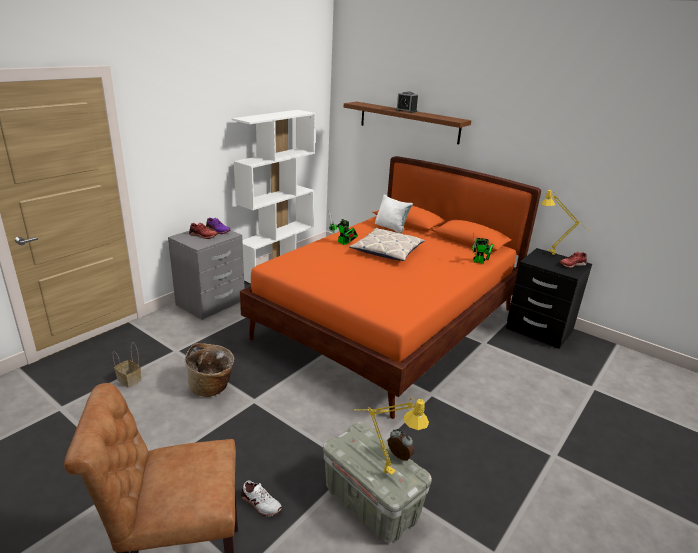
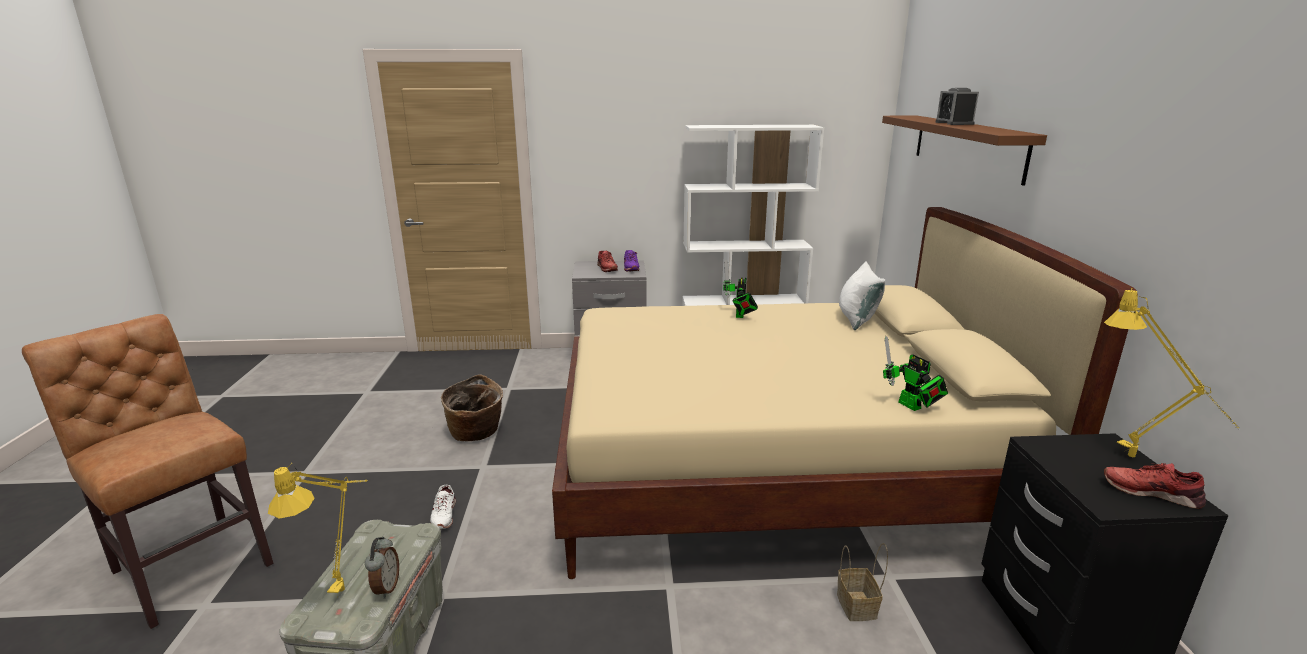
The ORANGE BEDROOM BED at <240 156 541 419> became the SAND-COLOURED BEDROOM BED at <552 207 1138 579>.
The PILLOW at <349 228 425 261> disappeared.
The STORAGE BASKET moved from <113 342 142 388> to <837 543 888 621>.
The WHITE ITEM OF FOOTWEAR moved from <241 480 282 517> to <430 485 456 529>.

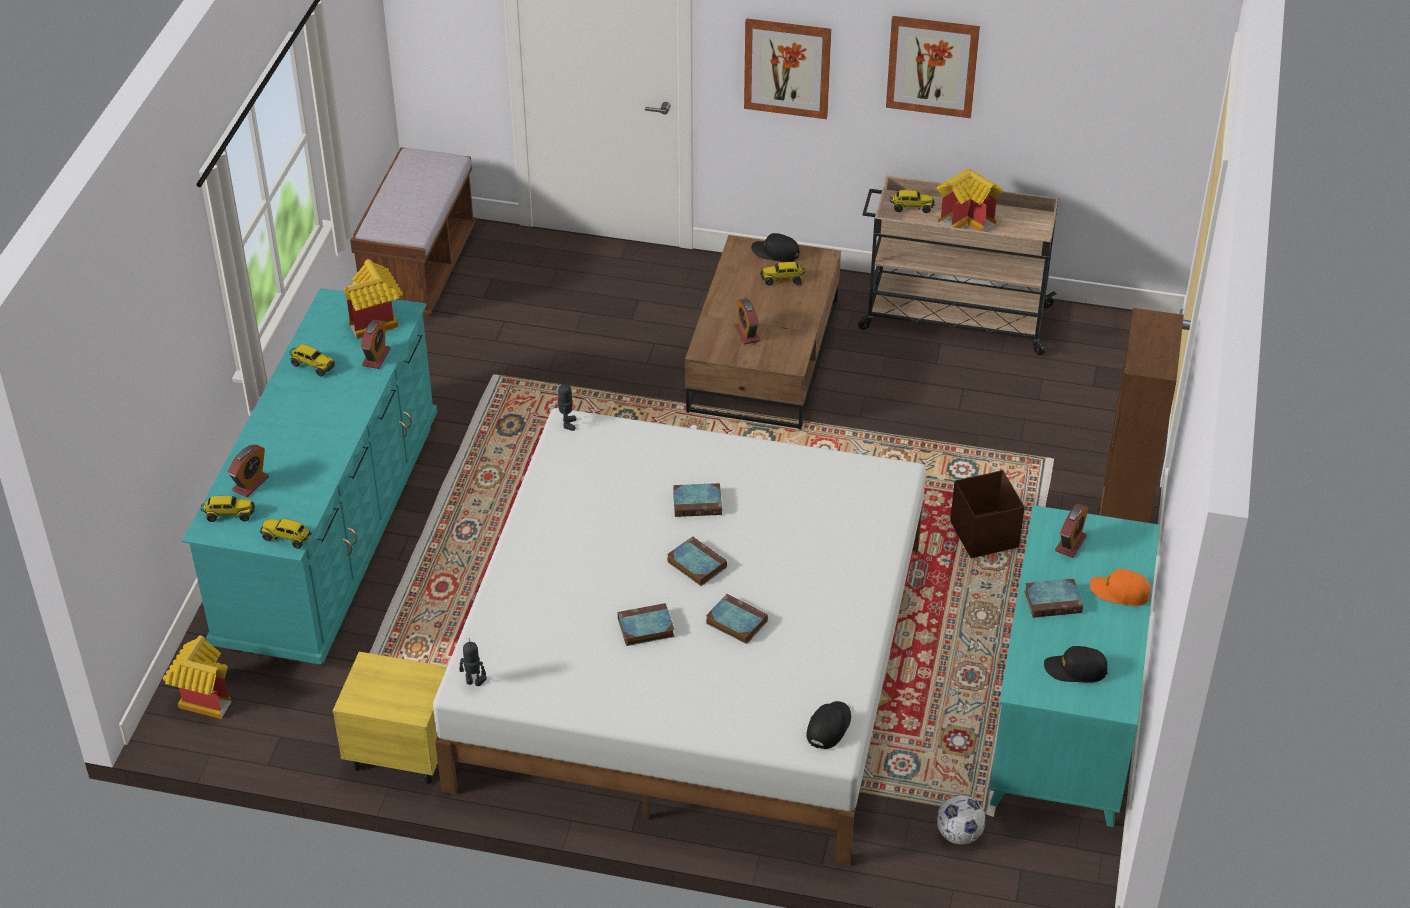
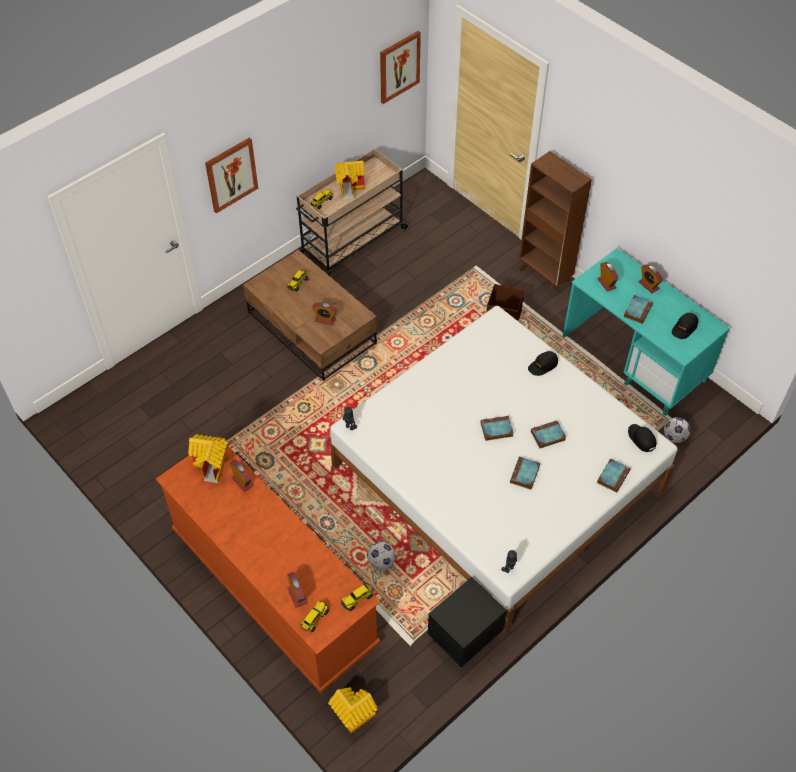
The WALL ART moved from <886 16 980 118> to <380 31 421 104>.
The BROWN INDOOR BENCH at <350 147 476 316> disappeared.
The BLACK PEAKED CAP moved from <751 233 799 262> to <528 351 558 376>.
The TURQUOISE DRESSER at <182 288 437 665> became the BROWN DRESSER at <156 436 380 693>.
The TOY LORRY at <289 344 335 377> disappeared.
The VOLUME moved from <673 483 722 517> to <597 458 631 493>.
The ORANGE PEAKED CAP at <1090 569 1151 606> was replaced by the BEDSIDE CLOCK at <639 264 663 293>.
The YELLOW NIGHT TABLE at <333 652 447 784> became the BLACK NIGHT TABLE at <428 577 507 667>.
The FOOTBALL BALL at <368 542 395 570> appeared.

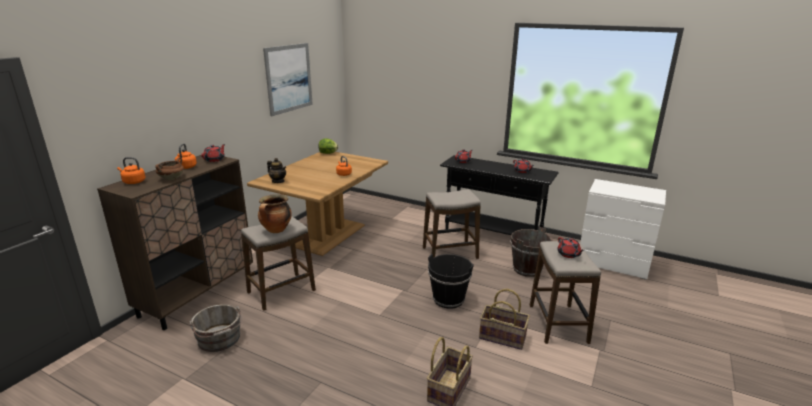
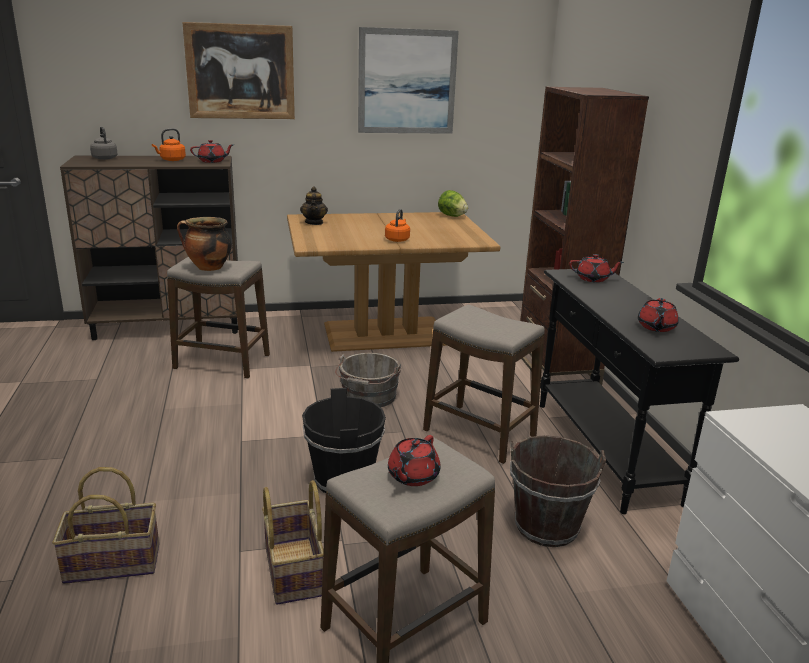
The ORANGE KETTLE at <117 157 146 184> became the GRAY KETTLE at <90 127 118 160>.
The BROWN SAUCEPOT at <155 157 184 180> disappeared.
The GRAY WATER BUCKET moved from <189 304 242 352> to <335 353 401 407>.
The WALL ART at <182 22 295 119> appeared.
The BROWN BOOKSHELF at <520 87 649 385> appeared.

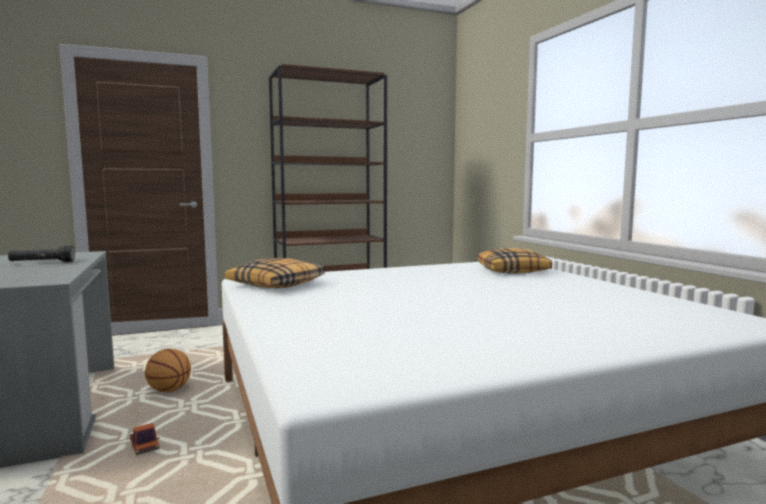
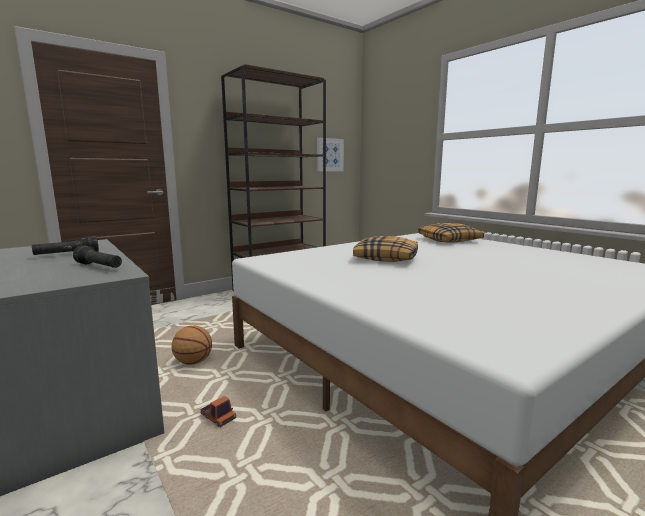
The PILLOW moved from <225 258 325 288> to <353 236 418 262>.
The WALL ART at <317 138 344 171> appeared.
The BLACK TORCH at <73 245 122 268> appeared.

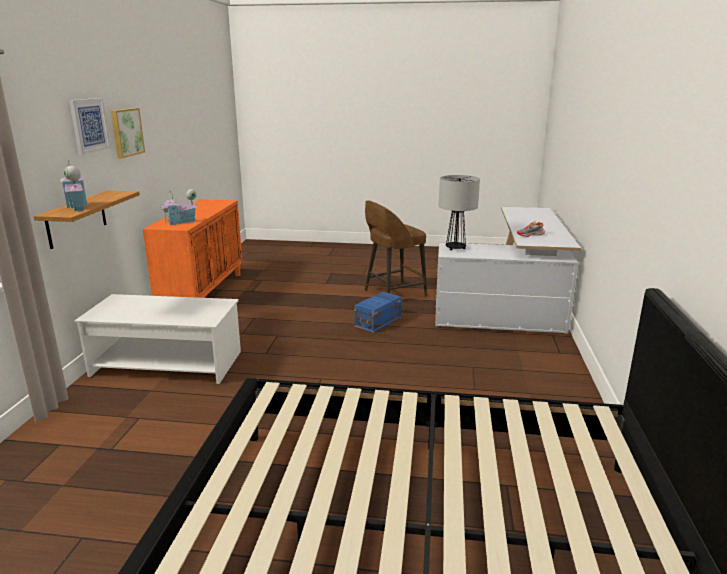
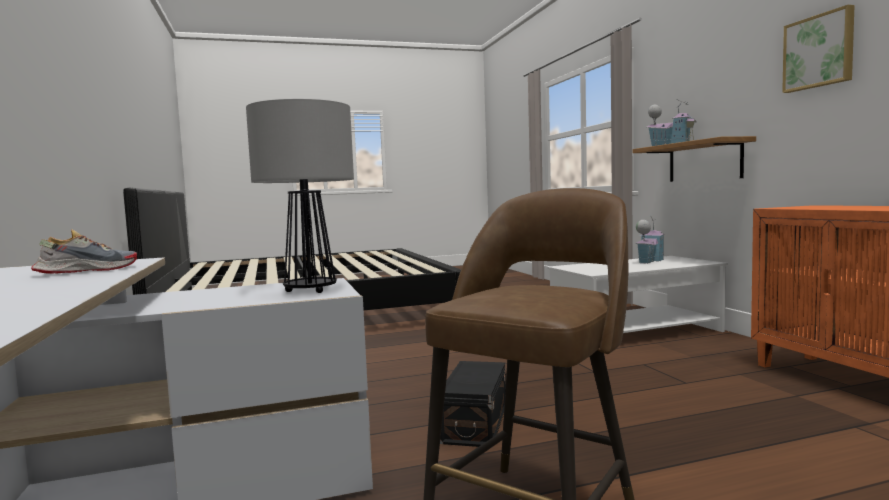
The WALL ART at <69 98 110 155> disappeared.
The TOY HOUSE moved from <161 189 198 225> to <636 217 665 264>.
The BLUISH STORAGE BIN at <355 292 402 333> became the BLACK STORAGE BIN at <440 361 506 448>.

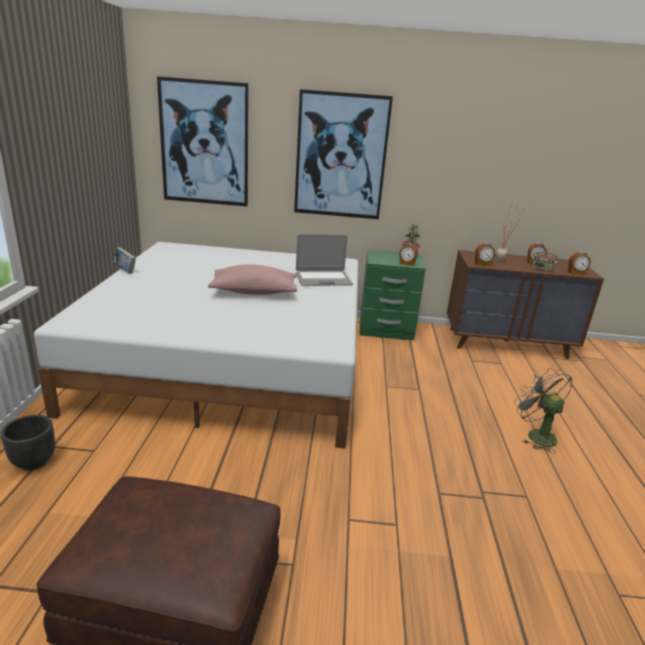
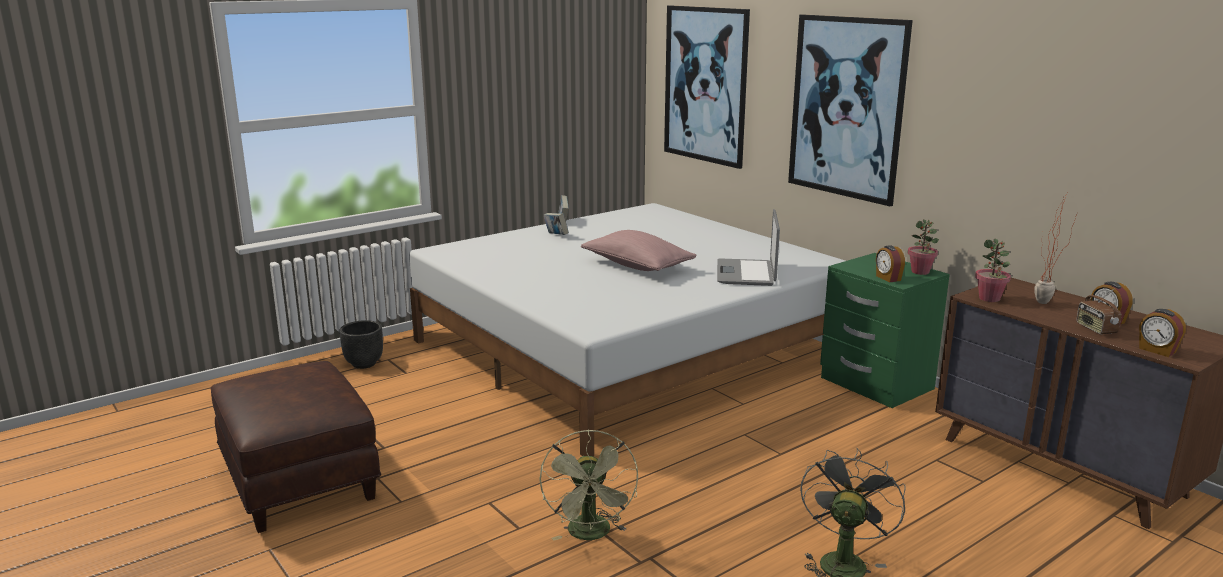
The NOTEBOOK COMPUTER at <296 234 353 286> turned 60 degrees clockwise.
The BEDSIDE CLOCK at <475 243 495 266> was replaced by the PLANT IN A POT at <975 238 1011 302>.
The VOLUME at <544 213 569 235> appeared.
The GREEN COOLING FAN at <539 429 638 541> appeared.

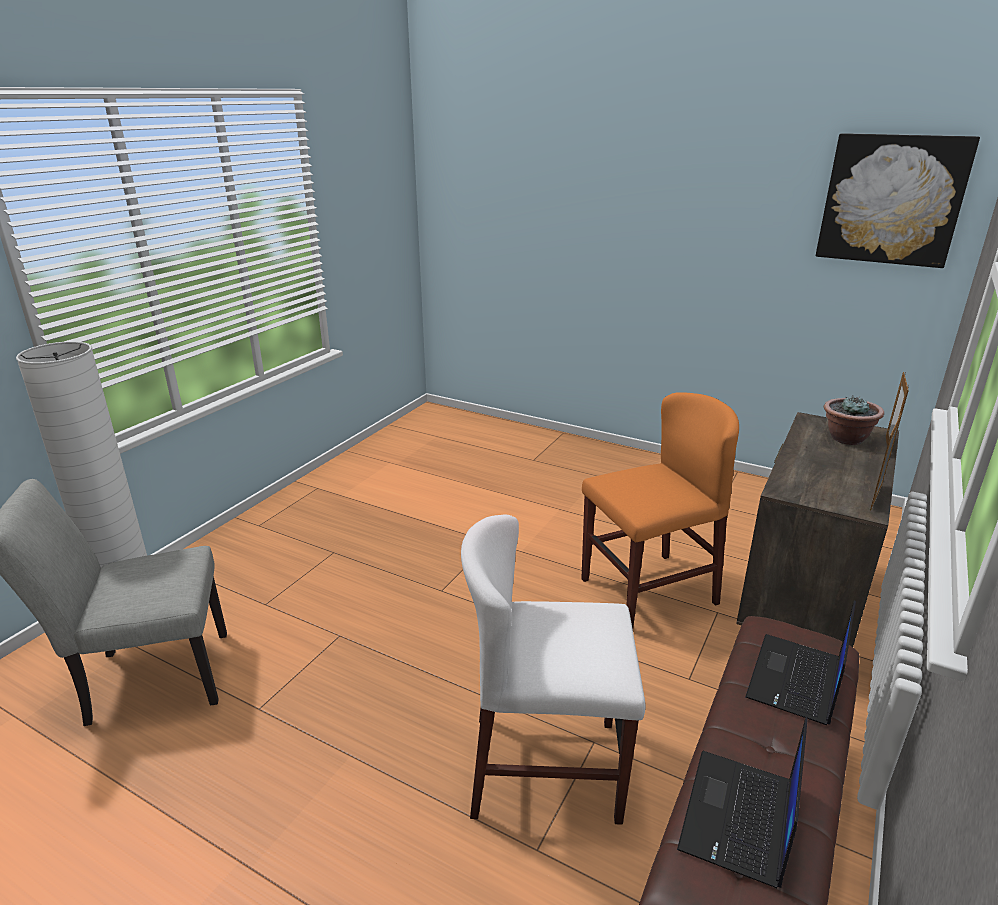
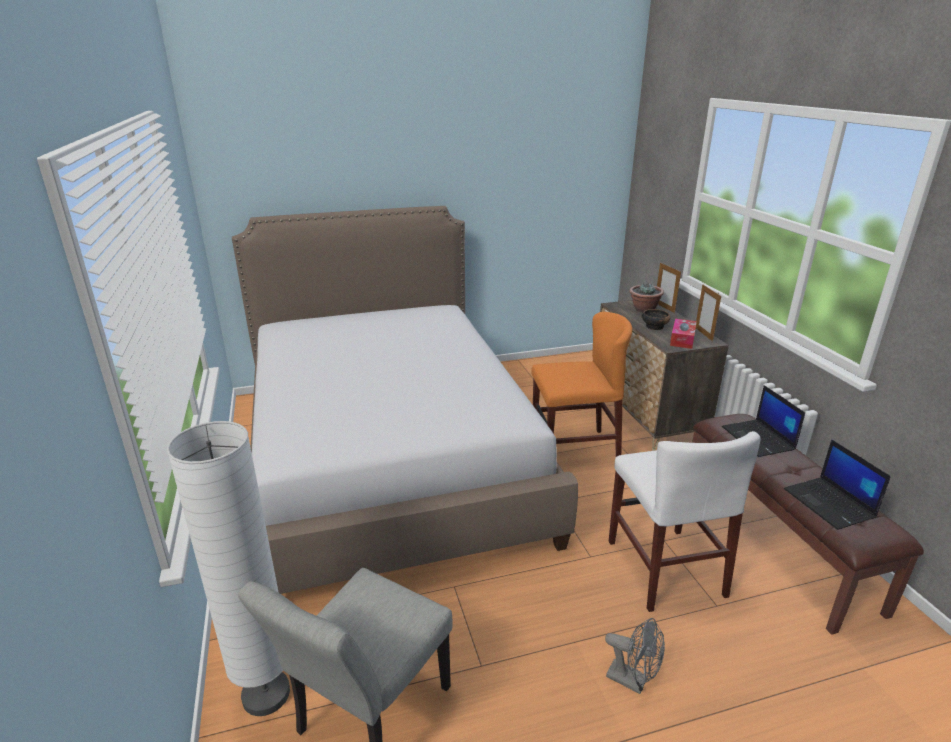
The WALL ART at <816 133 980 268> disappeared.
The ORANGE PLAIN CHAIR at <581 392 739 629> turned 60 degrees clockwise.
The WHITE PLAIN CHAIR at <461 515 645 825> turned 60 degrees counterclockwise.
The BEDROOM BED at <232 206 578 594> appeared.
The BOWL at <642 309 671 330> appeared.
The TISSUE HOLDER at <670 319 697 349> appeared.
The GRAY COOLING FAN at <605 618 665 694> appeared.

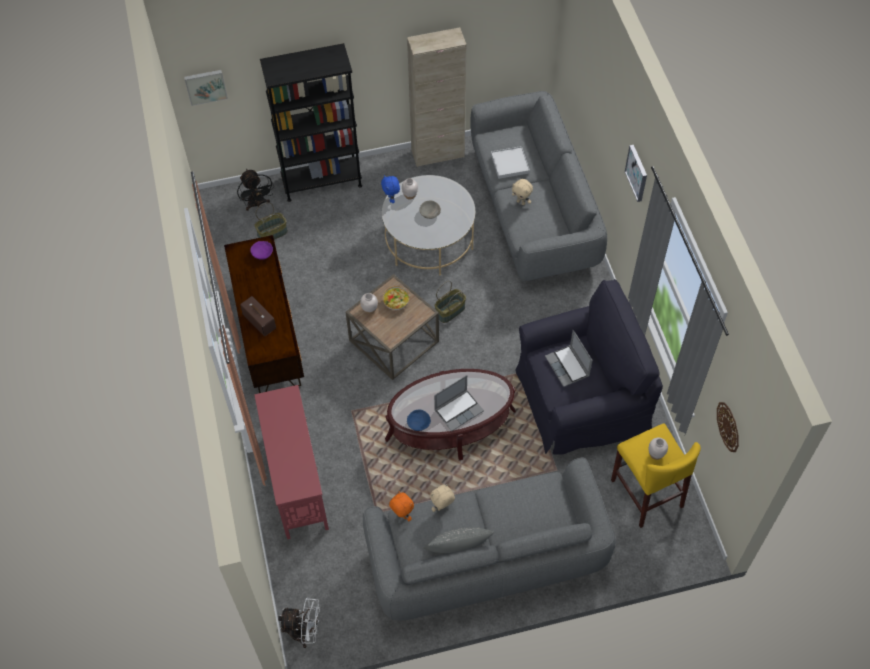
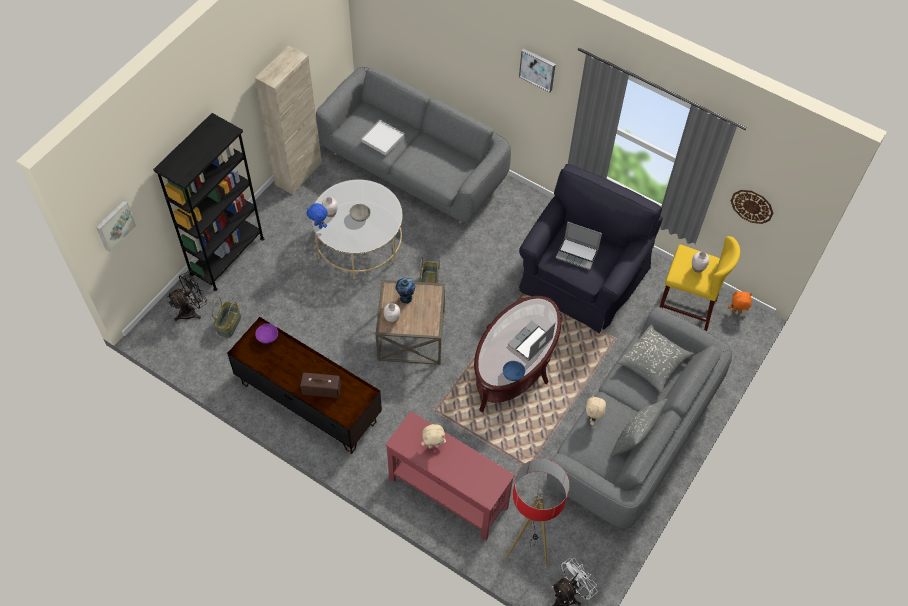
The BLACK COOLING FAN at <237 169 274 211> turned 60 degrees counterclockwise.
The SAND-COLOURED CUDDLY TOY moved from <512 179 533 205> to <421 424 446 448>.
The BOWL at <383 286 410 310> was replaced by the DECORATIVE VASE at <395 277 415 304>.
The NOTEBOOK COMPUTER at <434 375 484 431> turned 150 degrees counterclockwise.
The ORANGE CUDDLY TOY moved from <389 491 414 521> to <728 291 752 313>.
The GRAY PILLOW at <618 324 694 393> appeared.
The STANDING LAMP at <505 459 570 566> appeared.

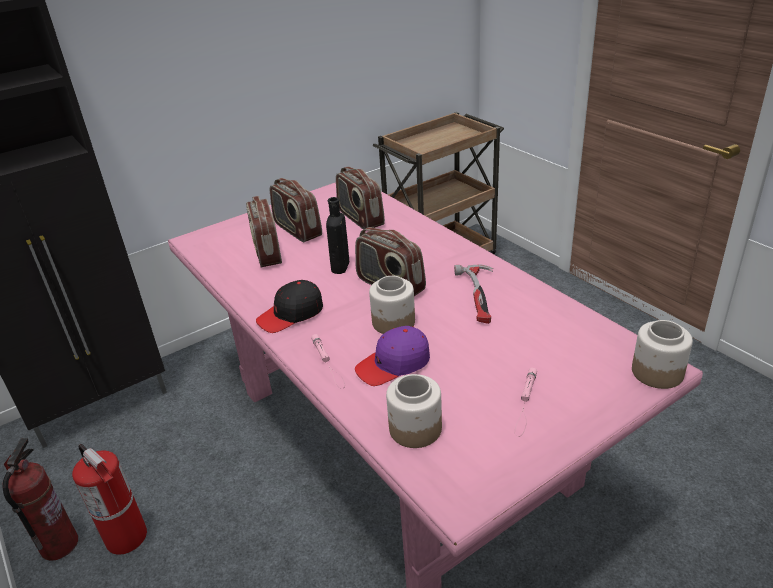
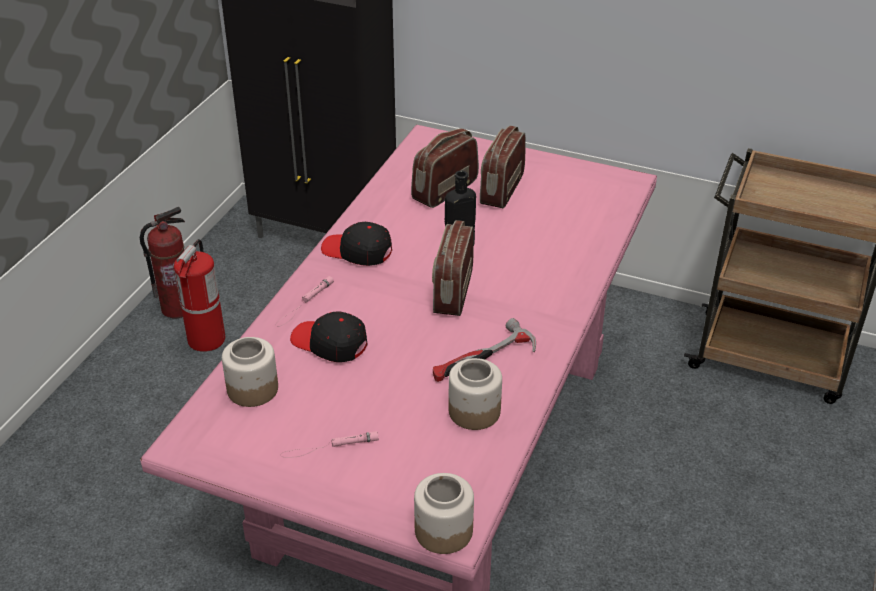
The RADIO SET at <336 166 385 230> disappeared.
The STORAGE JAR moved from <369 276 415 334> to <448 358 502 430>.
The PURPLE-COLOURED PEAKED CAP at <355 326 430 386> became the BLACK PEAKED CAP at <290 311 367 362>.

